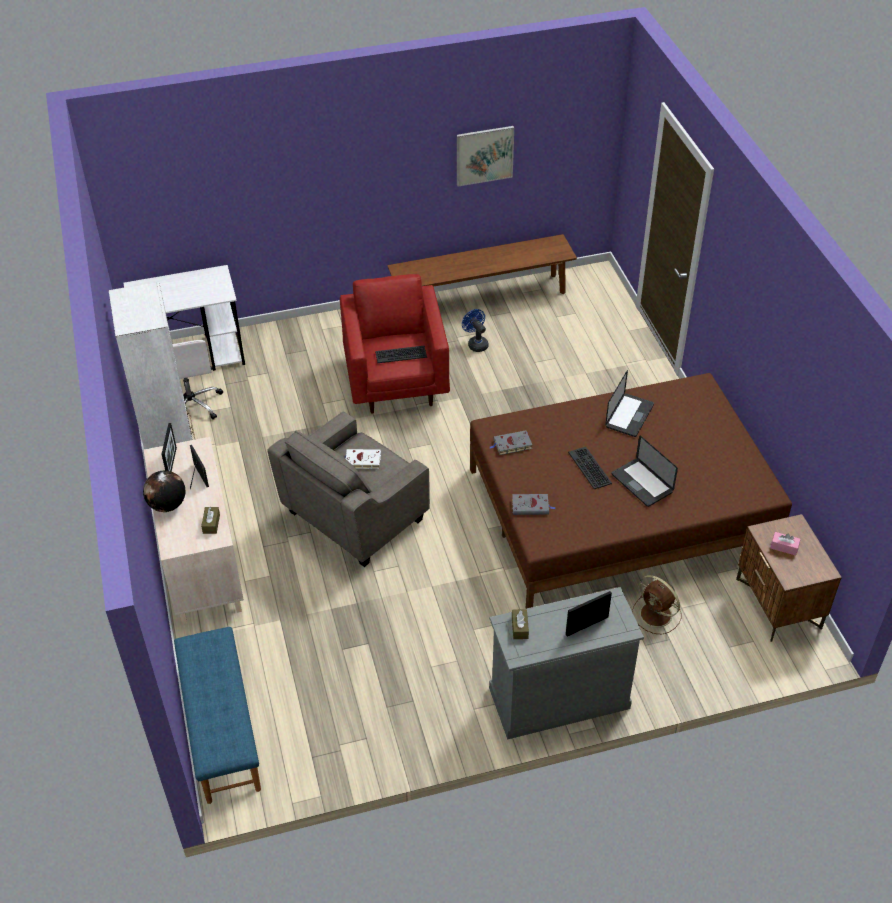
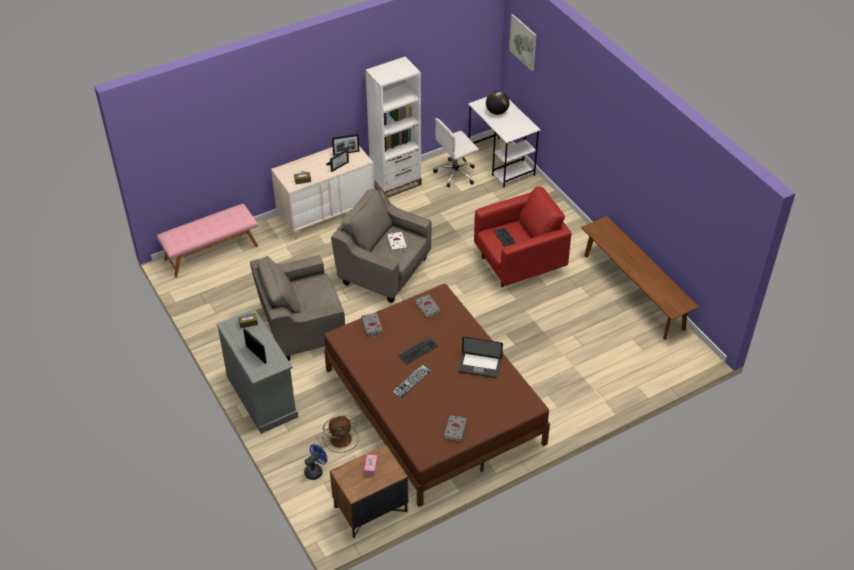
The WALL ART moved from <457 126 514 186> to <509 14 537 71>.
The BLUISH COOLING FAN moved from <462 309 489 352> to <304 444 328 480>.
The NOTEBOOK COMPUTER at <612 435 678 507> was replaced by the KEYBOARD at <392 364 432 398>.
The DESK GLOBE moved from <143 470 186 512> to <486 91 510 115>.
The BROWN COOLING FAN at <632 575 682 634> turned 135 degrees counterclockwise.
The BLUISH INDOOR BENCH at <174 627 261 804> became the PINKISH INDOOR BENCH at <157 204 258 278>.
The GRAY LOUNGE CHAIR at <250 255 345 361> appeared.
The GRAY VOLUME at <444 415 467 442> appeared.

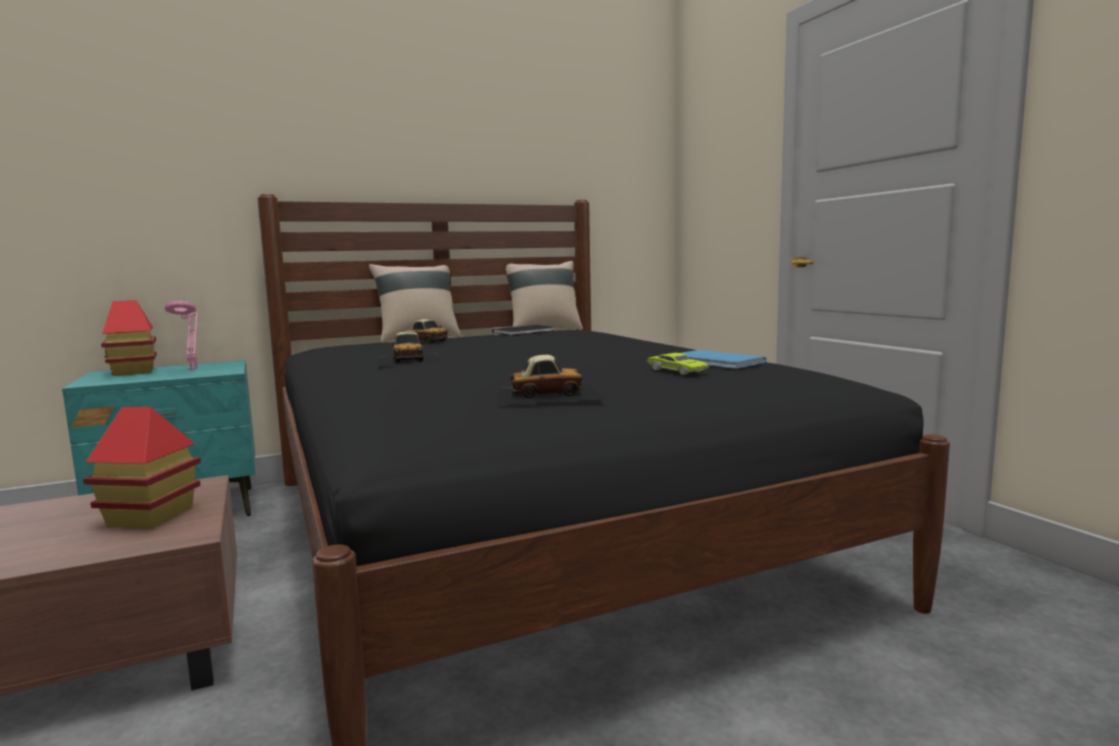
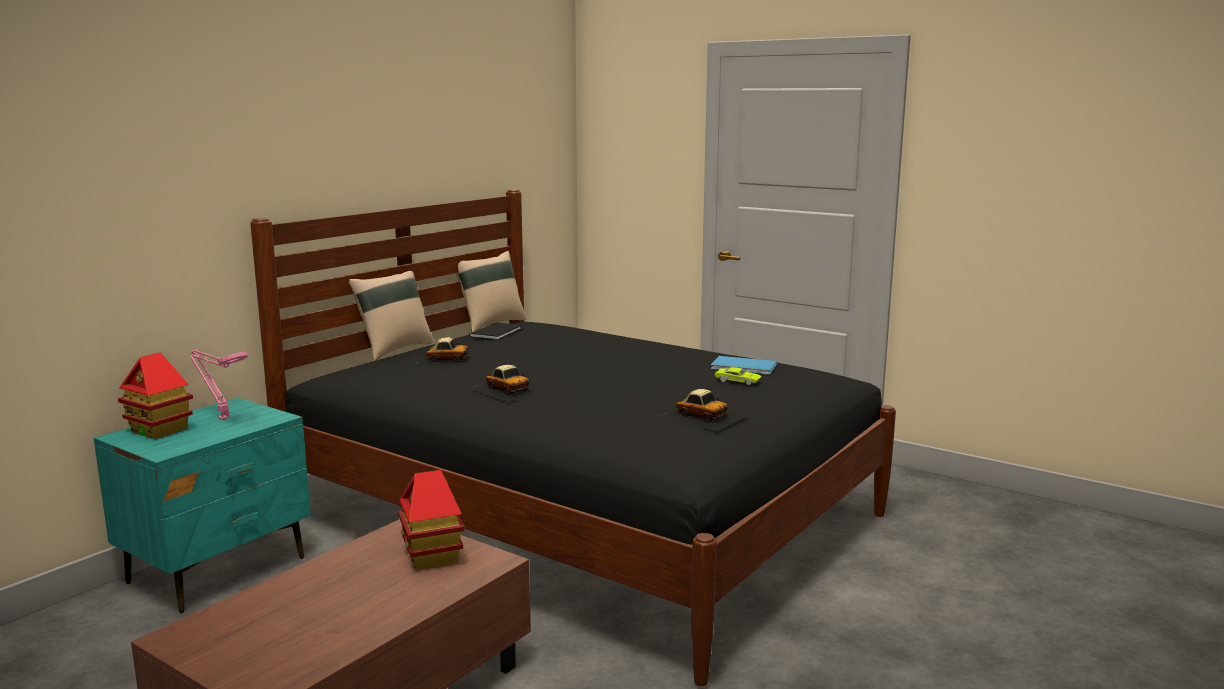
The TOY CAR at <497 355 604 405> turned 75 degrees clockwise.

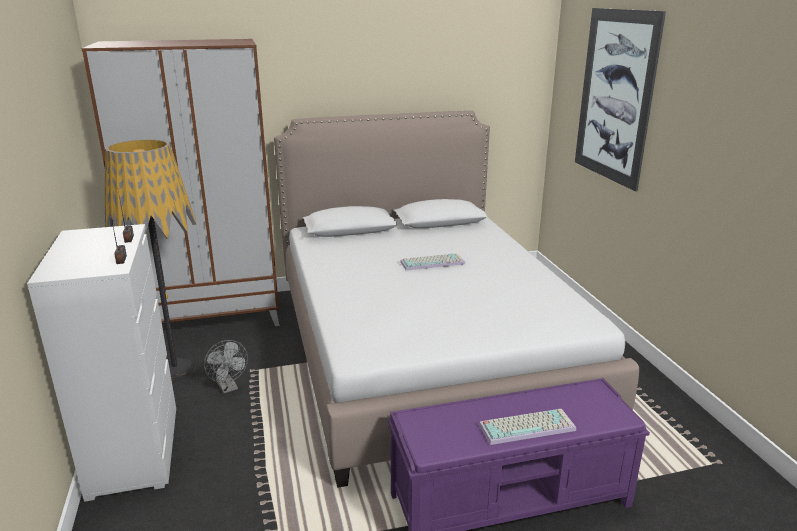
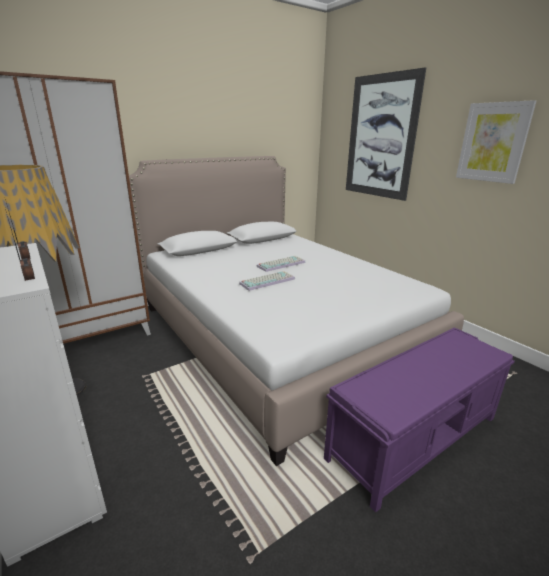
The GRAY COOLING FAN at <204 340 248 394> disappeared.
The KEYBOARD moved from <479 409 576 445> to <239 271 295 291>.
The WALL ART at <456 100 536 184> appeared.

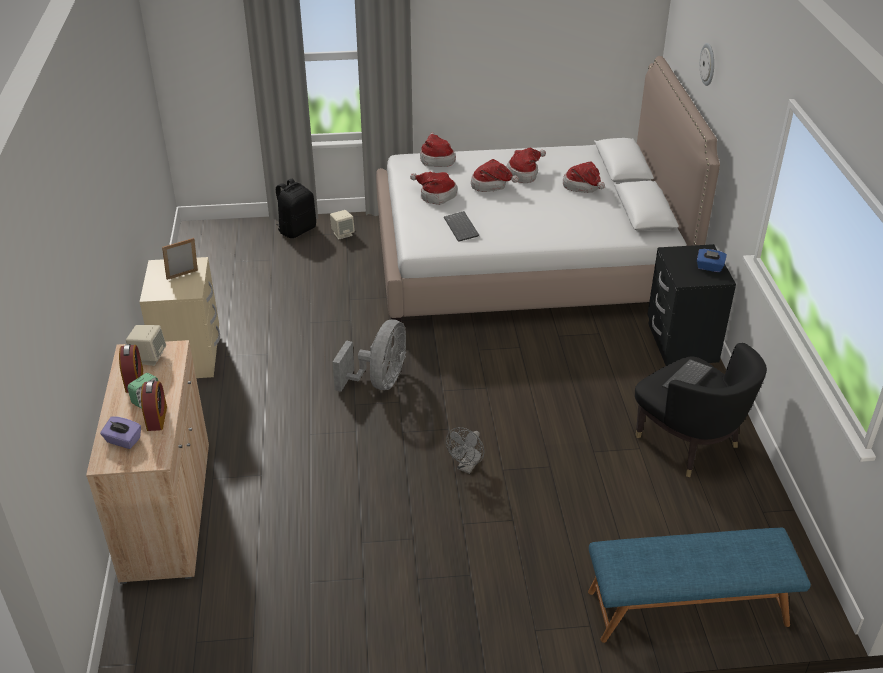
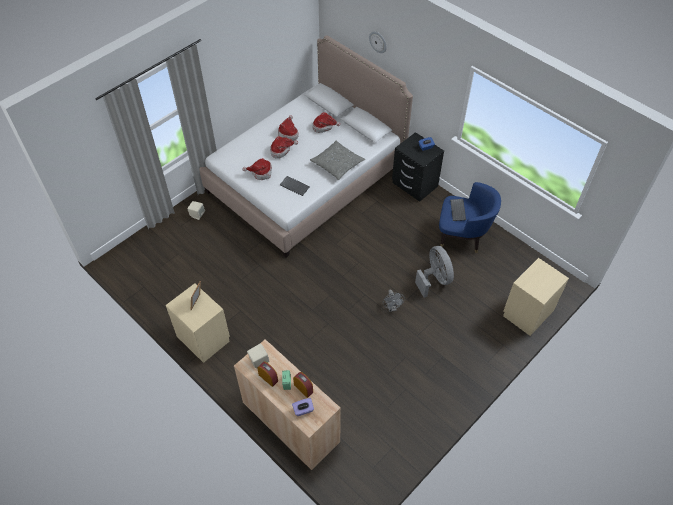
The HAT at <420 133 456 167> disappeared.
The BLACK RUCKSACK at <276 179 316 238> disappeared.
The GRAY COOLING FAN moved from <332 319 406 392> to <415 246 454 298>.
The BLACK LOUNGE CHAIR at <635 343 767 477> became the BLUISH LOUNGE CHAIR at <439 182 501 253>.
The BLUISH INDOOR BENCH at <588 528 811 643> was replaced by the SAND-COLOURED NIGHT TABLE at <503 258 569 336>.
The GRAY PILLOW at <310 141 365 180> appeared.

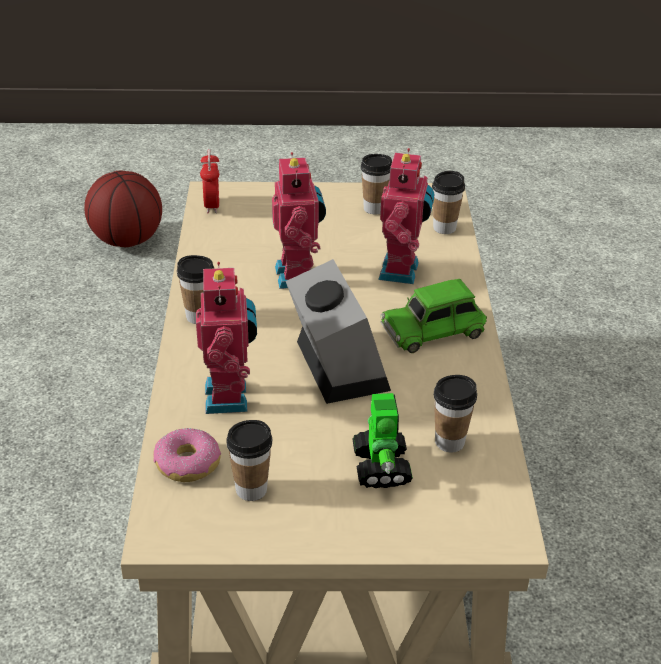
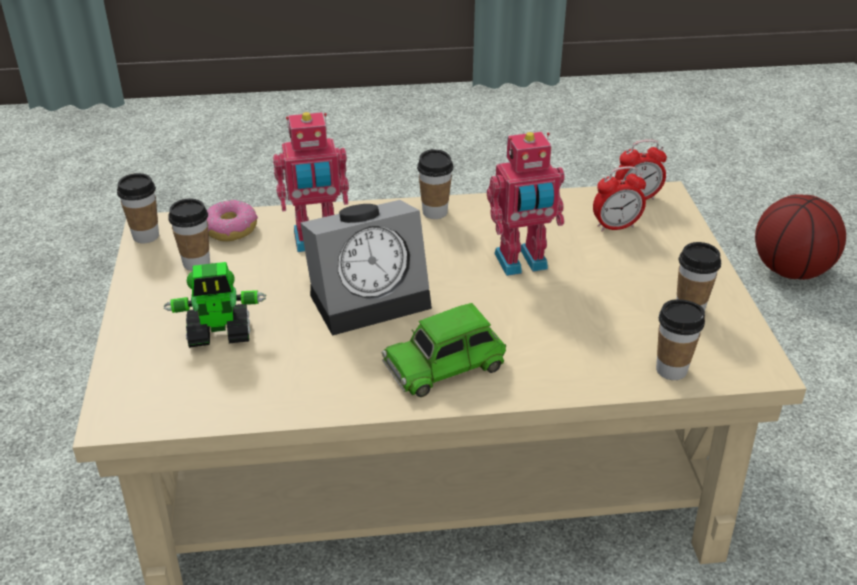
The MODEL ROBOT at <378 148 434 284> disappeared.
The GREEN TOY CAR at <380 279 487 353> turned 90 degrees counterclockwise.
The CUP moved from <434 375 477 452> to <117 173 159 243>.
The BEDSIDE CLOCK at <593 166 646 232> appeared.

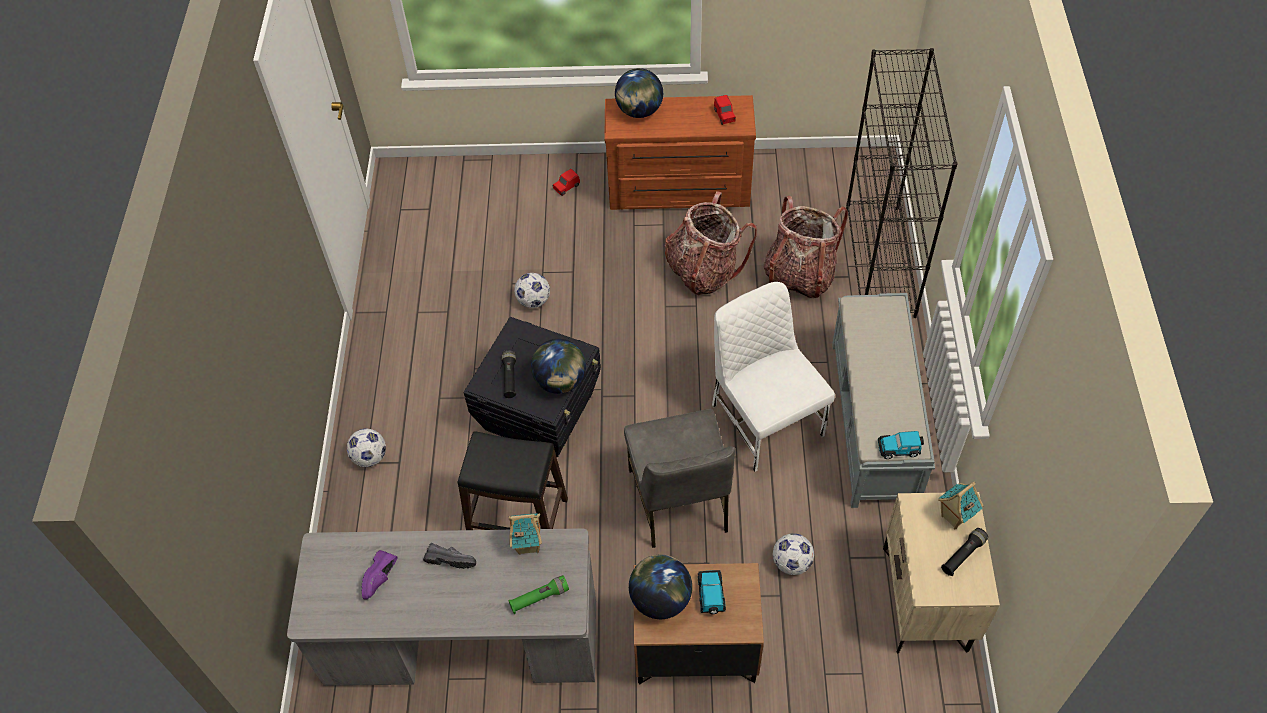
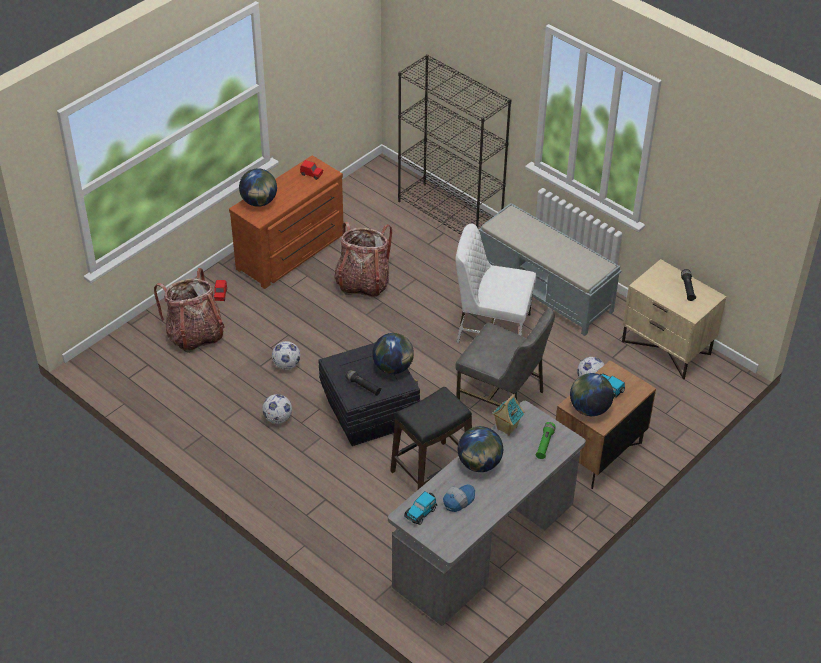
The RUCKSACK moved from <764 196 848 298> to <154 268 225 353>.
The FOOTBALL BALL moved from <347 429 386 467> to <262 394 292 424>.
The TOY CAR moved from <878 431 924 459> to <404 491 437 525>.
The TOY HOUSE at <938 482 984 529> disappeared.
The BLACK ITEM OF FOOTWEAR at <423 543 476 569> was replaced by the DESK GLOBE at <458 426 503 472>.
The PURPLE-COLOURED ITEM OF FOOTWEAR at <362 550 398 600> was replaced by the PEAKED CAP at <443 484 475 512>.

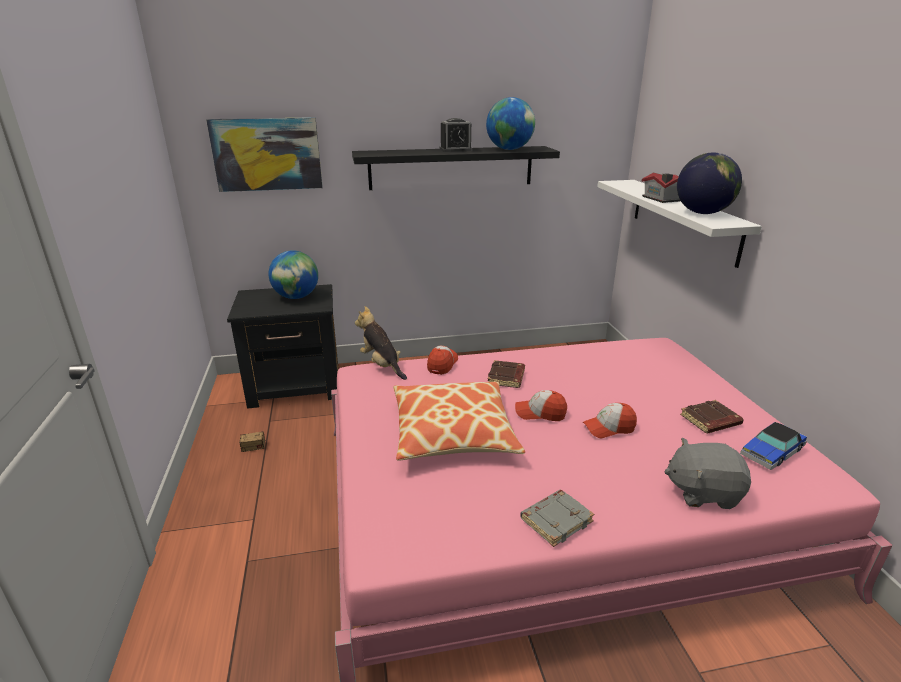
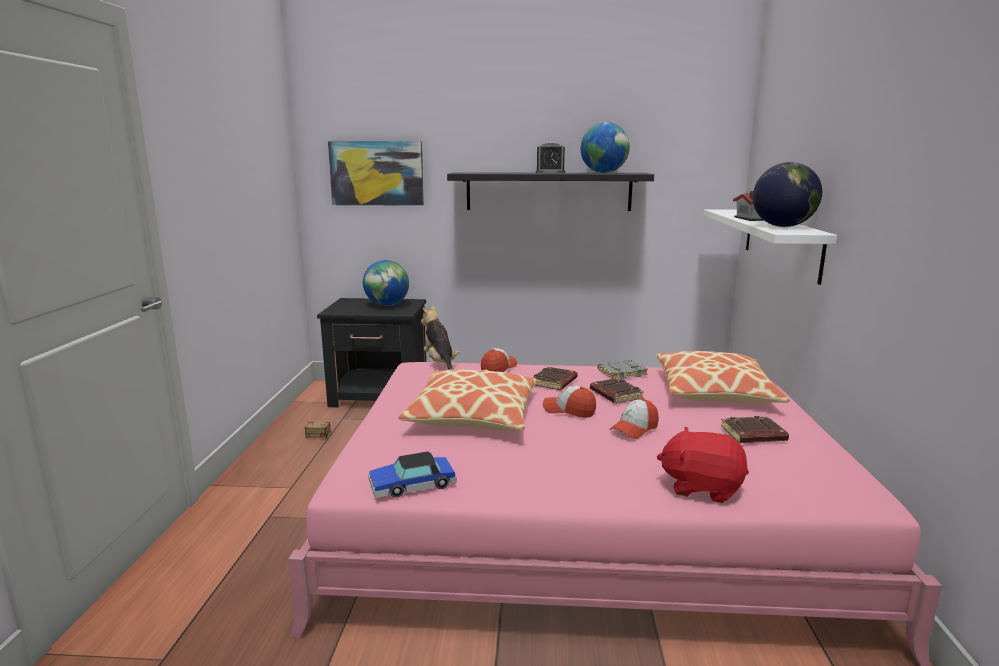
The PEAKED CAP at <583 403 637 438> turned 45 degrees counterclockwise.
The TOY CAR moved from <740 422 807 470> to <368 451 456 498>.
The GRAY CUDDLY TOY at <664 438 751 509> became the RED CUDDLY TOY at <657 427 749 503>.
The GRAY VOLUME moved from <520 490 595 547> to <598 360 648 380>.
The PILLOW at <656 351 790 404> appeared.
The BROWN VOLUME at <590 378 644 404> appeared.

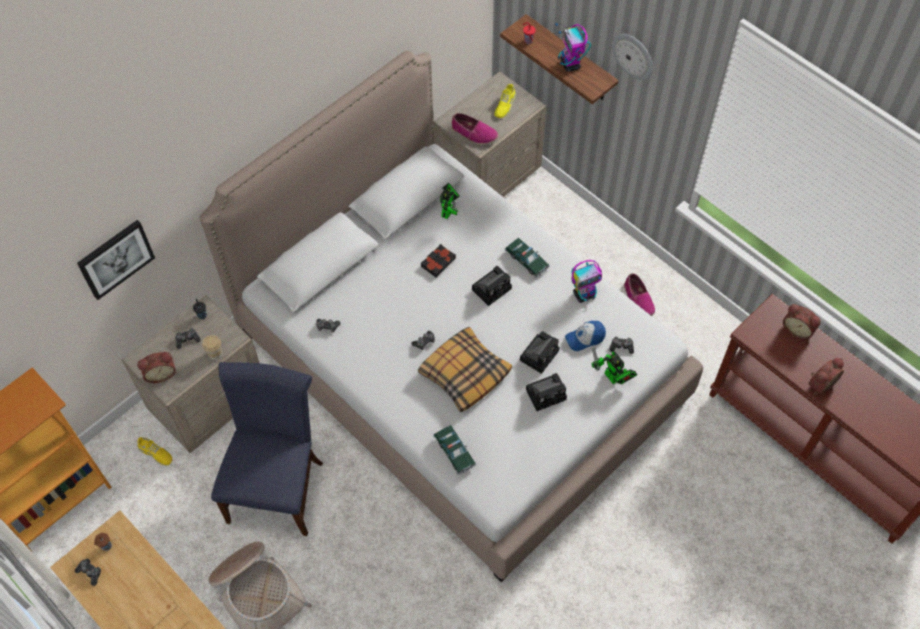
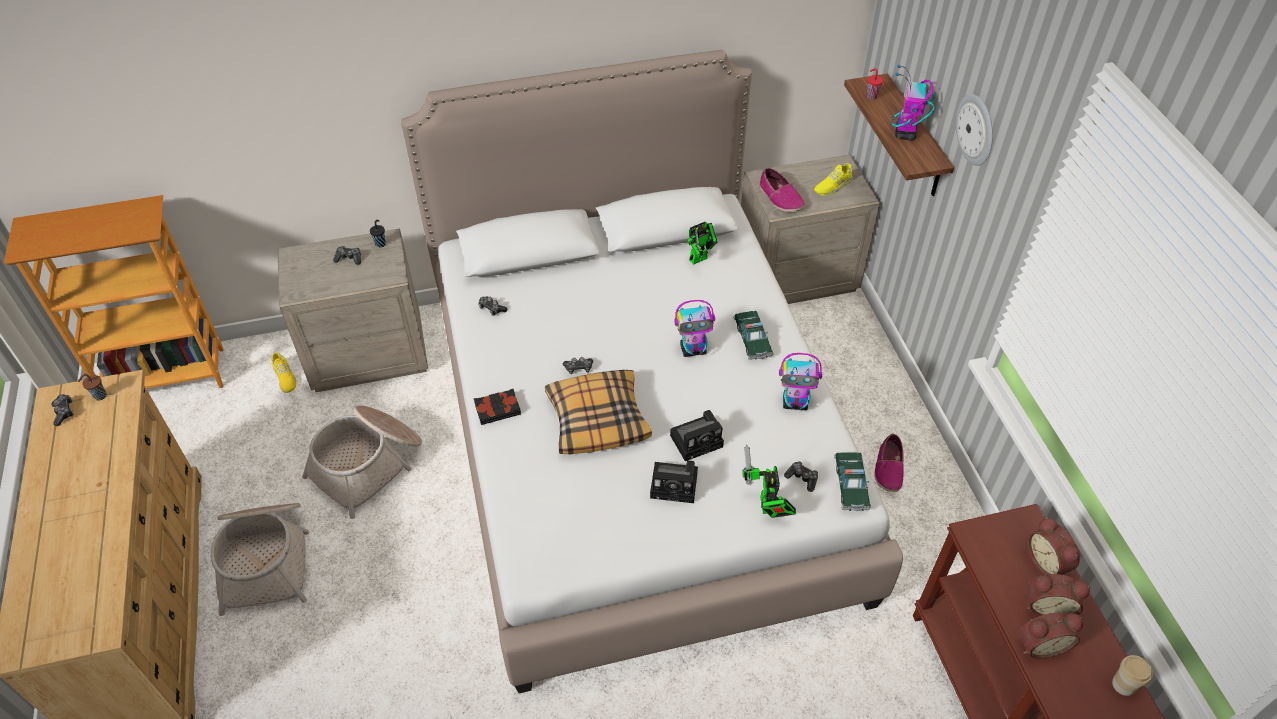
The WALL ART at <77 220 155 300> disappeared.
The BLACK VOLUME moved from <421 244 456 277> to <474 389 521 425>.
The PHOTO CAMERA at <472 266 512 306> was replaced by the MODEL ROBOT at <674 300 715 357>.
The PEAKED CAP at <565 321 606 351> disappeared.
The CUP moved from <202 335 223 360> to <1112 655 1153 696>.
The BEDSIDE CLOCK moved from <137 352 176 383> to <1027 574 1091 617>.
The BLUISH PLAIN CHAIR at <211 362 323 536> was replaced by the STORAGE BASKET at <302 406 422 519>.
The TOY CAR moved from <433 425 476 475> to <834 452 871 511>.

